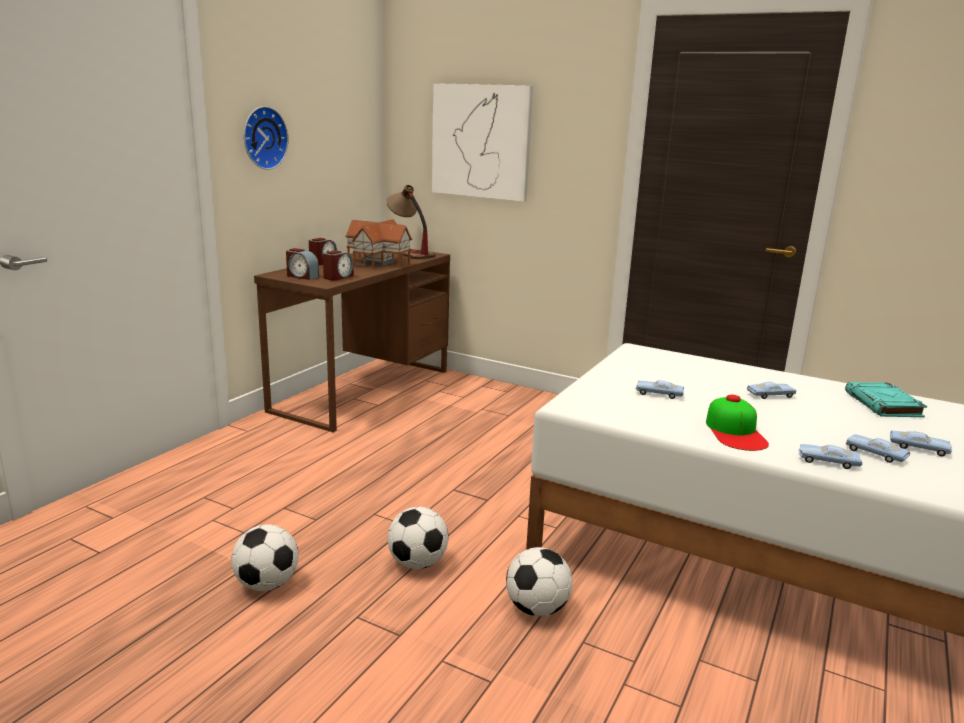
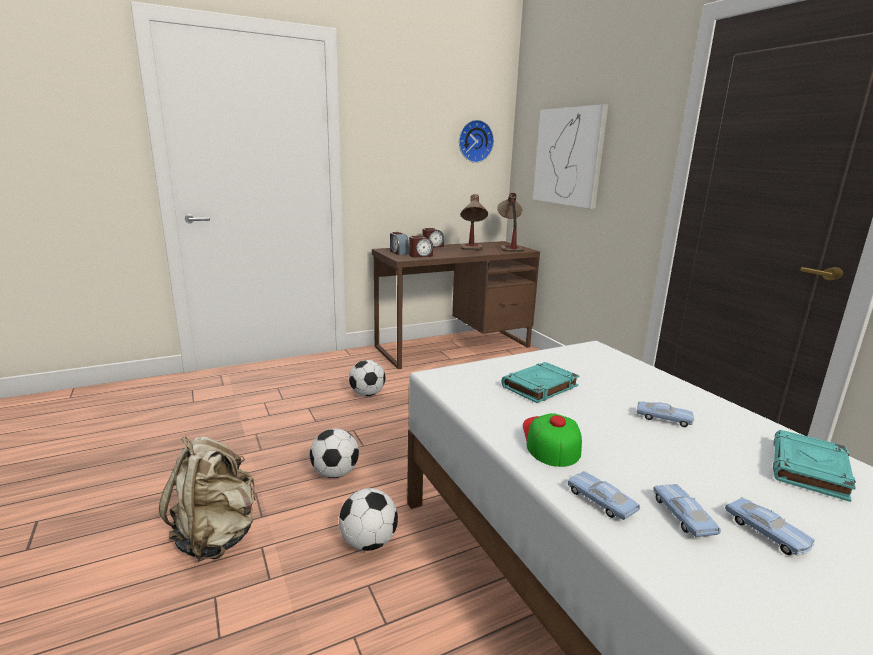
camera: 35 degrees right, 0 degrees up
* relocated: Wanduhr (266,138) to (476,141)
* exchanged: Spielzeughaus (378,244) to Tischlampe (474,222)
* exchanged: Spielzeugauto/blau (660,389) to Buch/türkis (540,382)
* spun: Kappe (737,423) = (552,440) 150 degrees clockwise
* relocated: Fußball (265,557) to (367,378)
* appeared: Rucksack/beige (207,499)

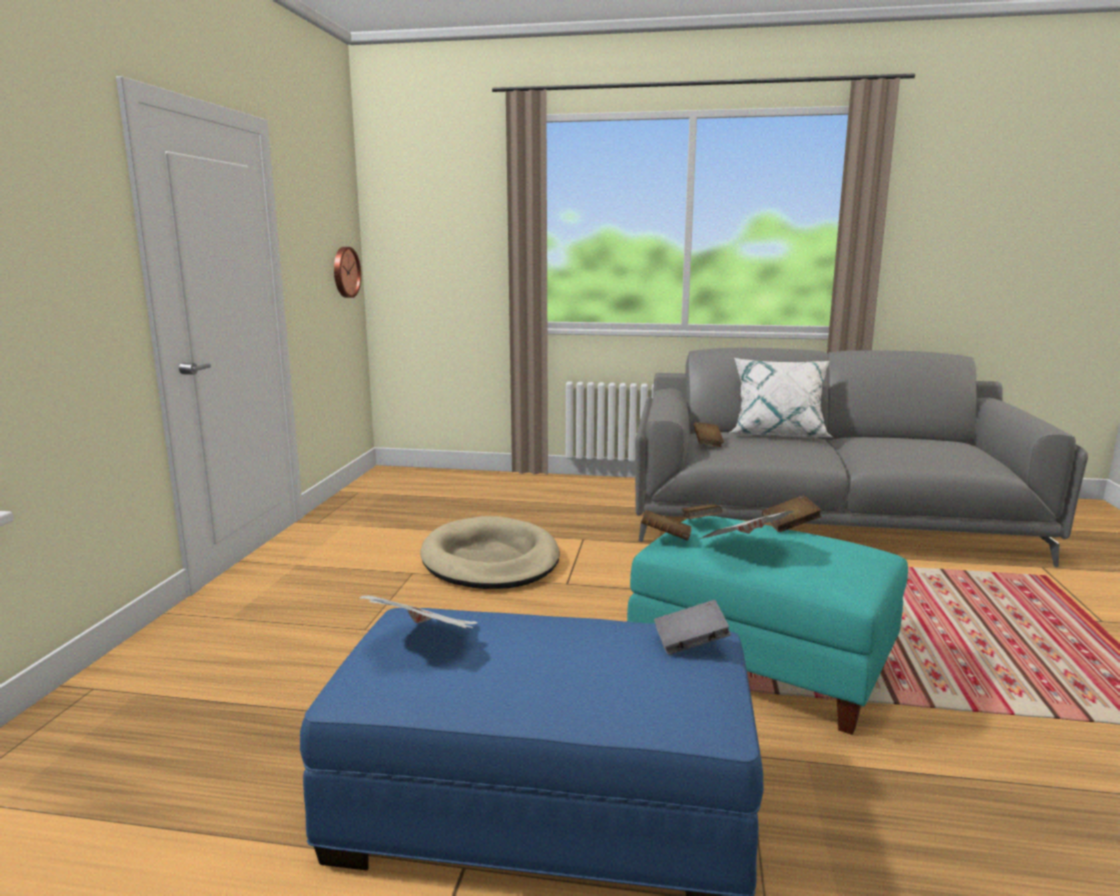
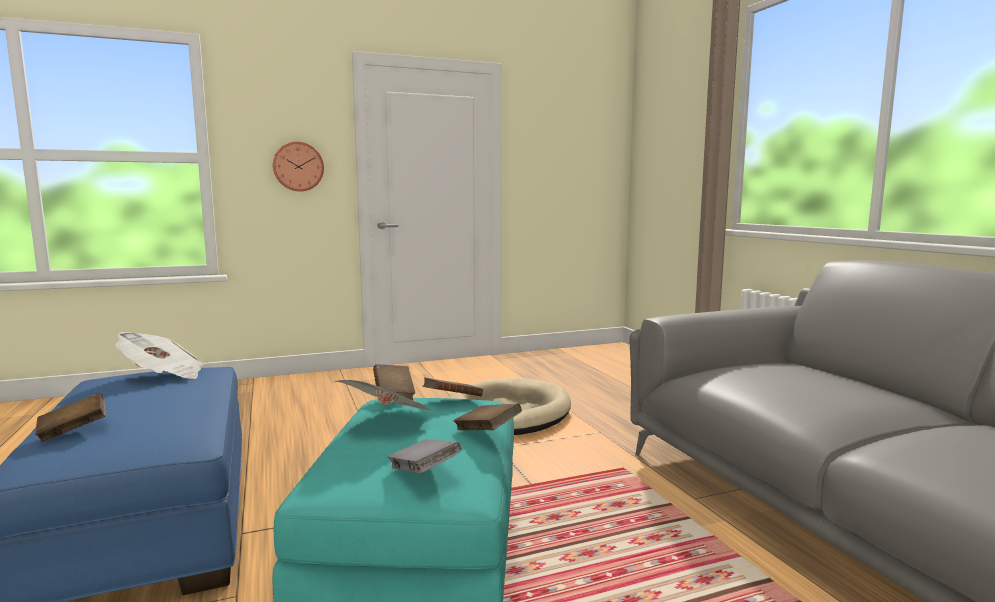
camera: 60 degrees right, 5 degrees down
* relocated: Wanduhr (347,272) to (298,166)
* missing: Kissen/weiß (781,398)
* relocated: Buch/braun (709,434) to (70,417)
* relocated: Buch/grau (692,627) to (424,456)

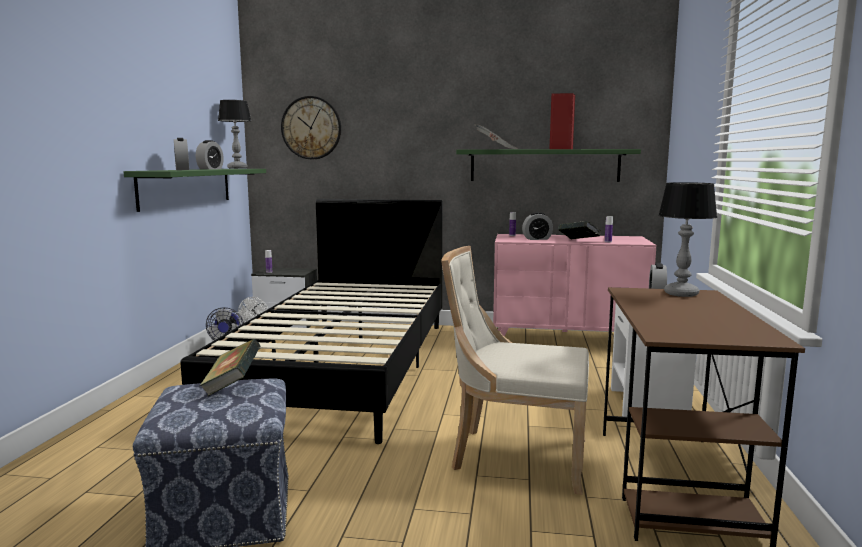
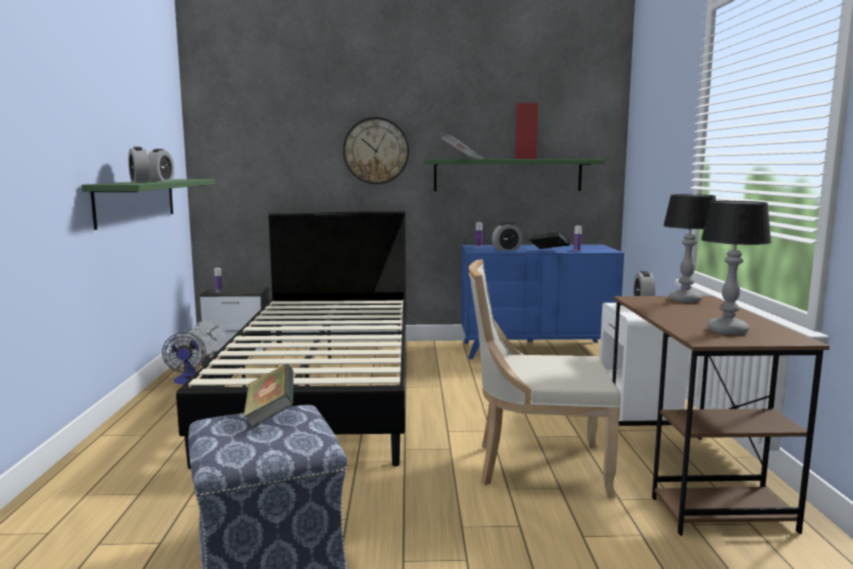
camera: 10 degrees left, 0 degrees up
* relocated: Wanduhr (311,127) to (376,150)
* relocated: Tischlampe (234,134) to (736,268)
* colour: Kommode/rosa (575,285) to Kommode/blau (542,301)

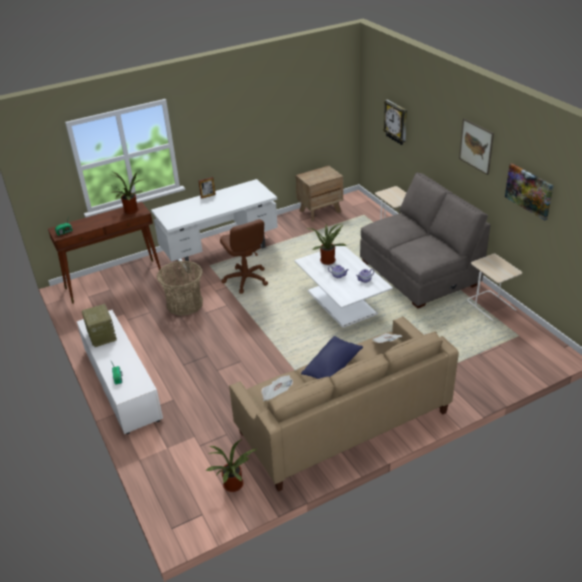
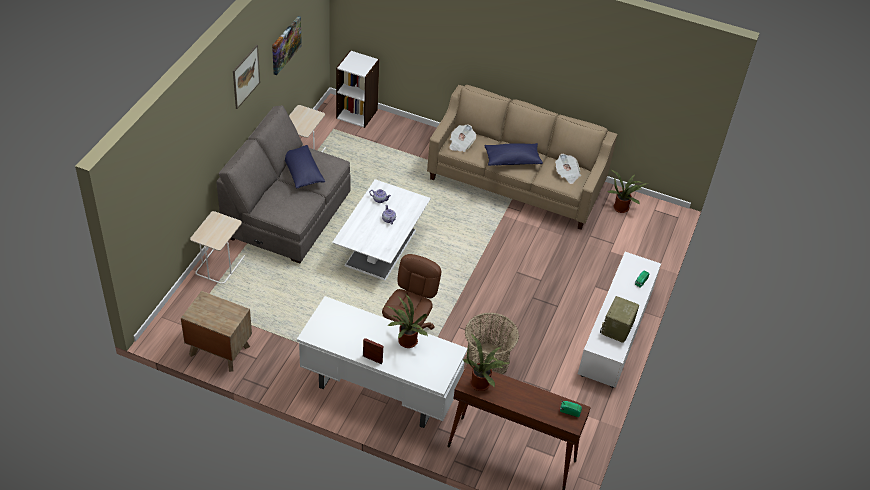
camera: 135 degrees left, 10 degrees up
* missing: Wanduhr (395,122)
* relocated: Topfpflanze (326,244) to (407,320)
* appeared: Bücherregal/weiß (357,89)
* appeared: Kissen/blau (305,166)

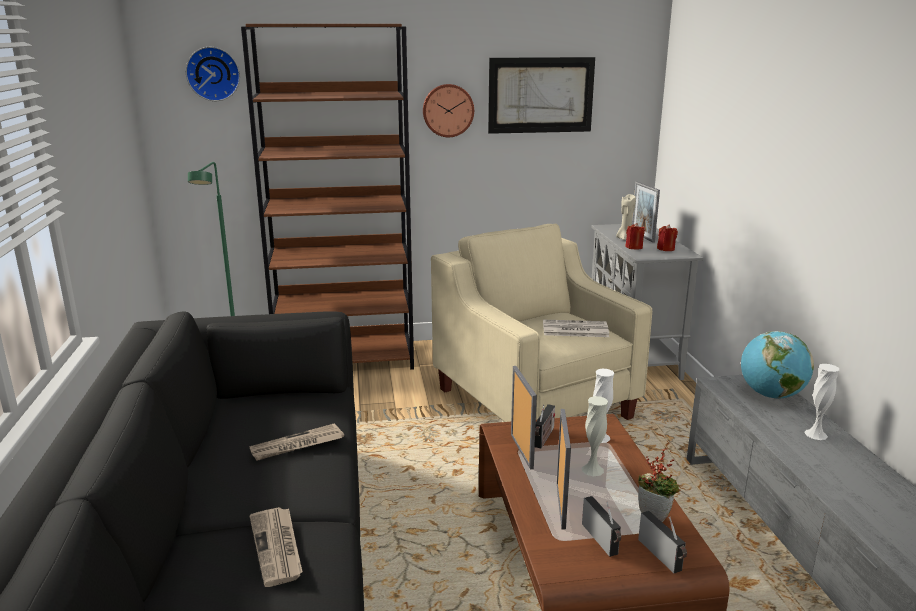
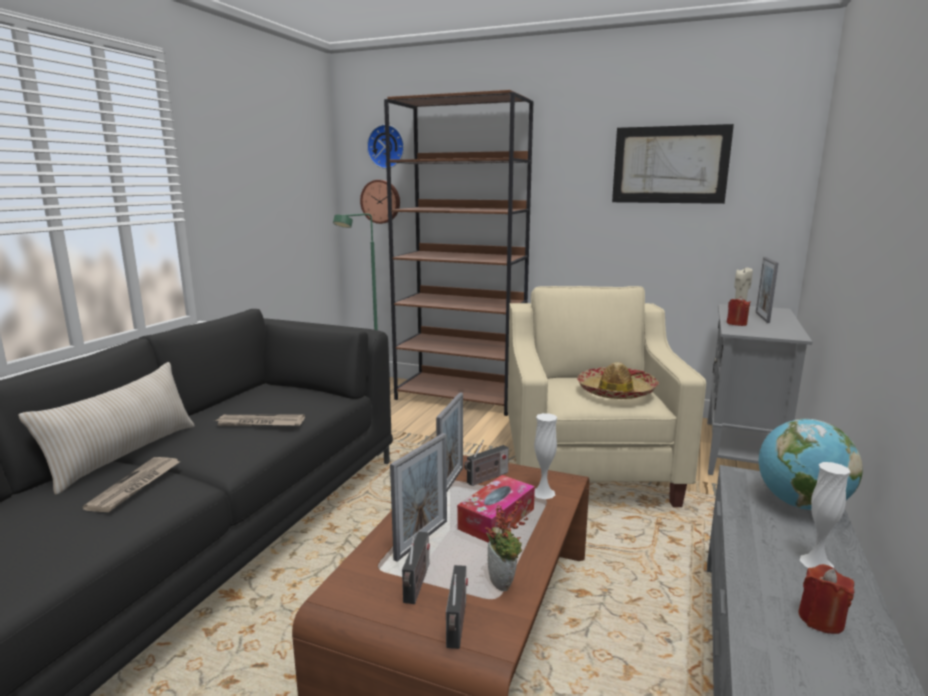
camera: 30 degrees right, 5 degrees down
* relocated: Wanduhr (448,110) to (380,202)
* relocated: Kerze/rot (667,237) to (826,599)
* exchanged: Zeitung (576,328) to Hut (618,380)
* exchanged: Vase/weiß (595,436) to Taschentuchbox (496,509)
* appeared: Kissen/beige (107,428)

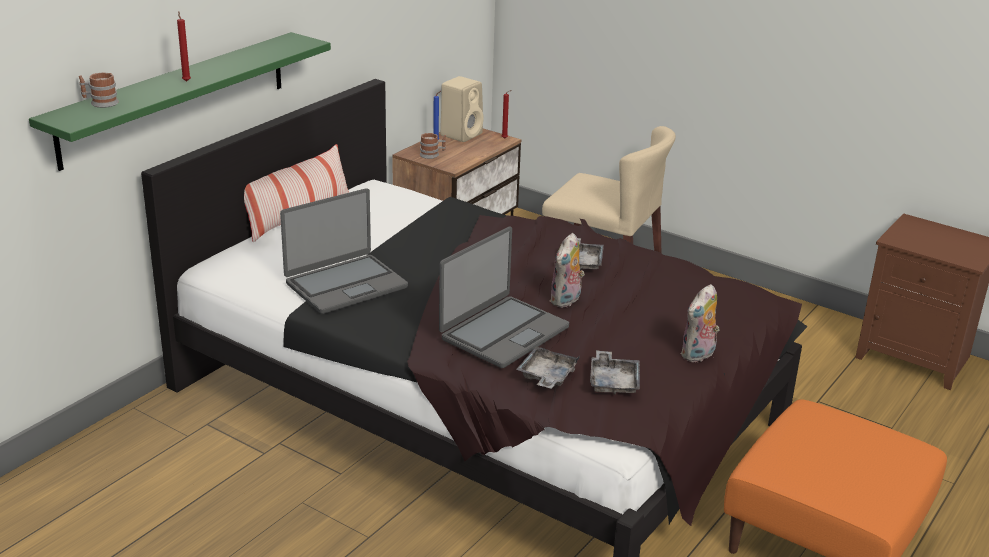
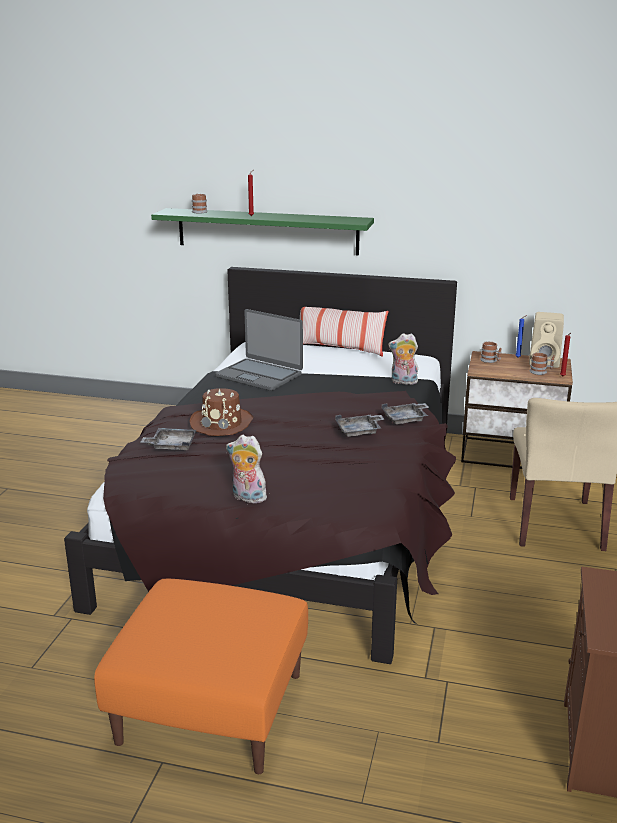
camera: 70 degrees right, 5 degrees down
* exchanged: Laptop (504,297) to Hut/braun (222,412)
* relocated: Plüschtier (567,270) to (403,359)
* relocated: Tablett/grau (615,372) to (405,413)
* appeared: Henkelbecher (542,364)

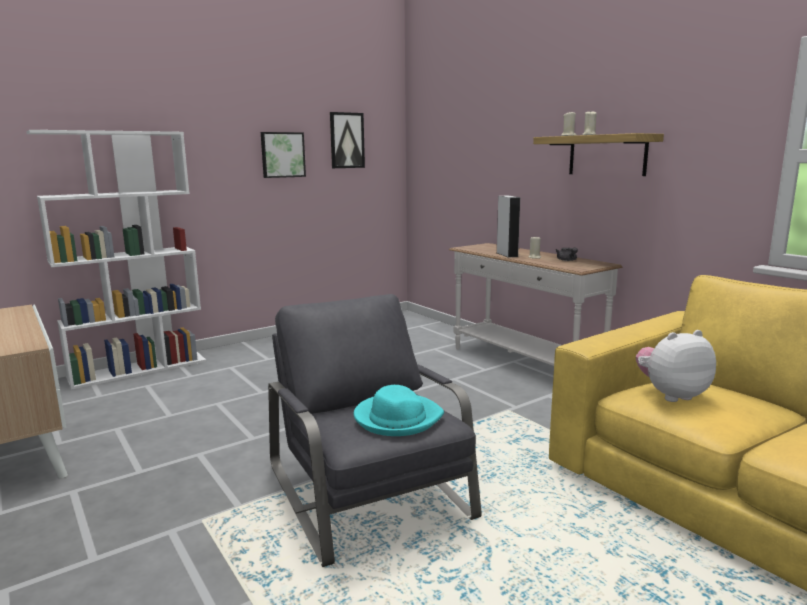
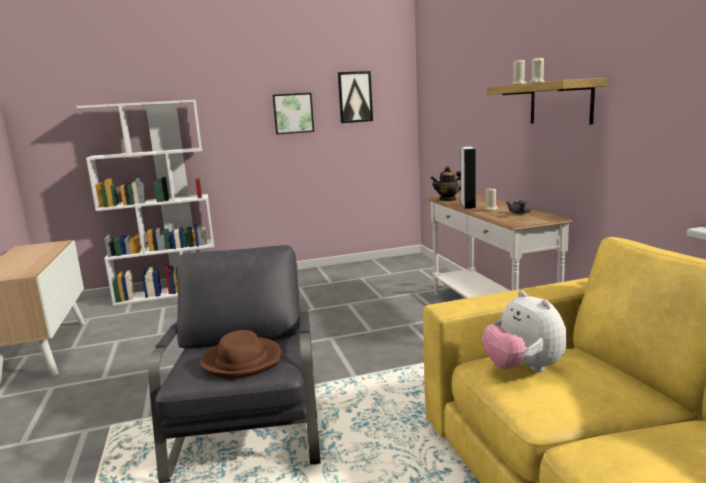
camera: 20 degrees right, 0 degrees up
* spun: Plüschtier (676,366) = (524,331) 120 degrees counterclockwise
* colour: Hut/türkis (399,410) to Hut/braun (240,354)
* appeared: Teekanne (445,183)

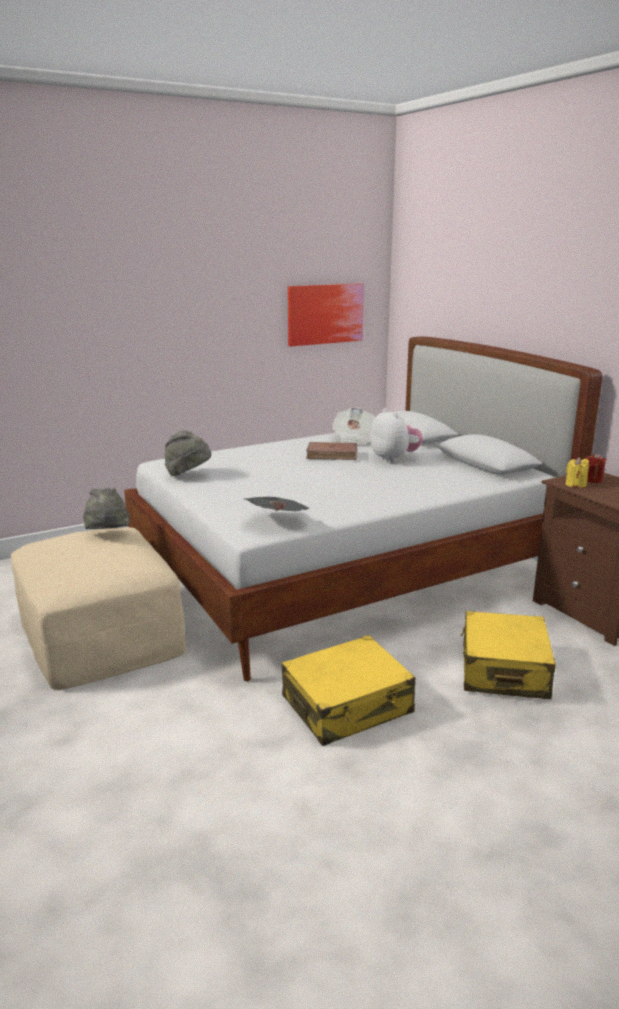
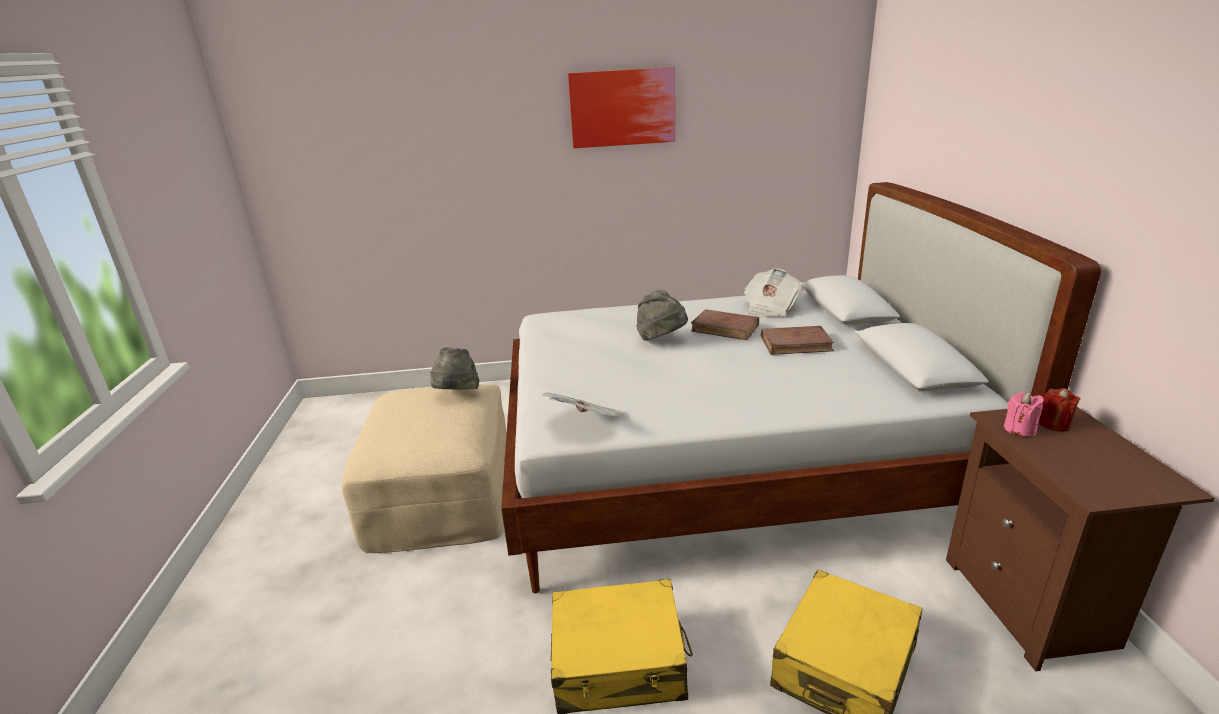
camera: 25 degrees right, 5 degrees up
* relocated: Bild (326,315) to (621,107)
* exchanged: Plüschtier (396,435) to Buch/braun (798,340)
* relocated: Hut/grau (188,453) to (662,315)
* colour: Kerze/gelb (577,472) to Kerze/rosa (1024,414)

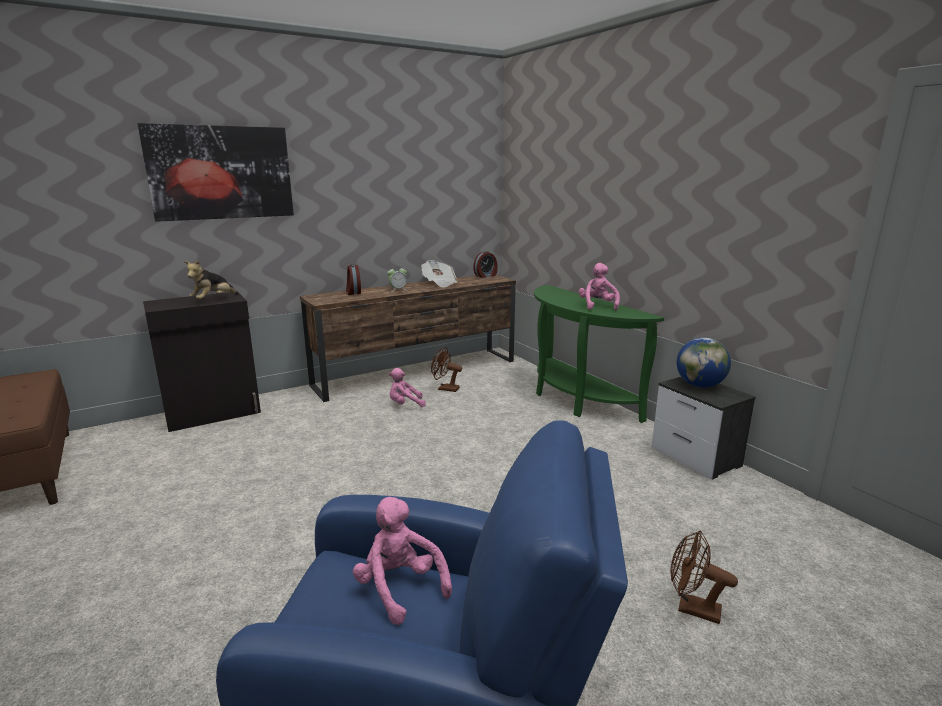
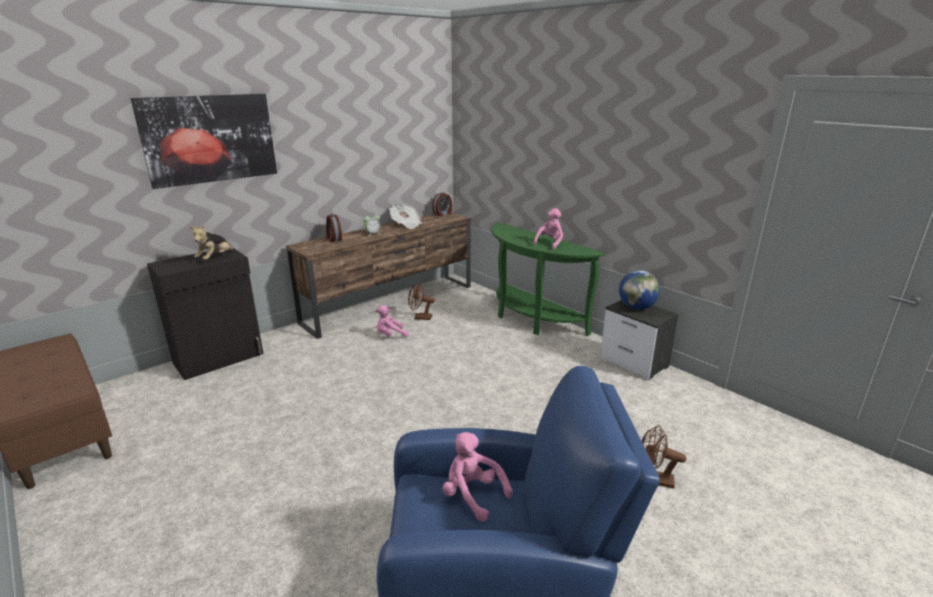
camera: 10 degrees left, 5 degrees up
* spun: Plüschtier/rosa (599,287) = (548,229) 45 degrees clockwise

